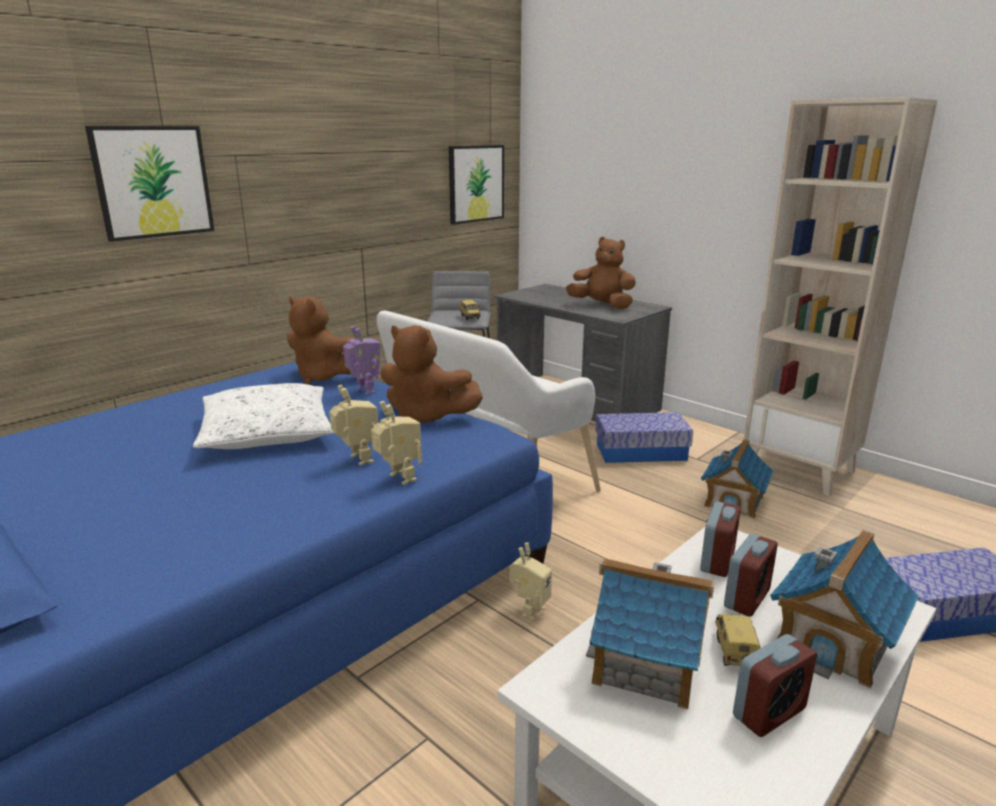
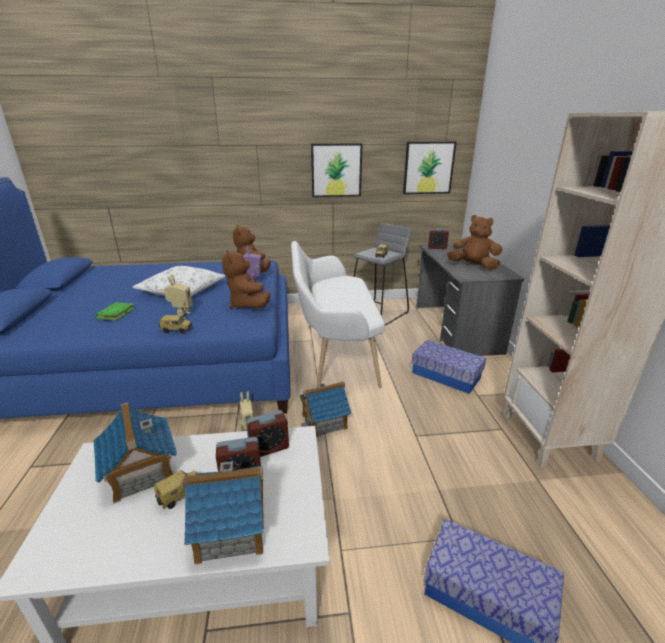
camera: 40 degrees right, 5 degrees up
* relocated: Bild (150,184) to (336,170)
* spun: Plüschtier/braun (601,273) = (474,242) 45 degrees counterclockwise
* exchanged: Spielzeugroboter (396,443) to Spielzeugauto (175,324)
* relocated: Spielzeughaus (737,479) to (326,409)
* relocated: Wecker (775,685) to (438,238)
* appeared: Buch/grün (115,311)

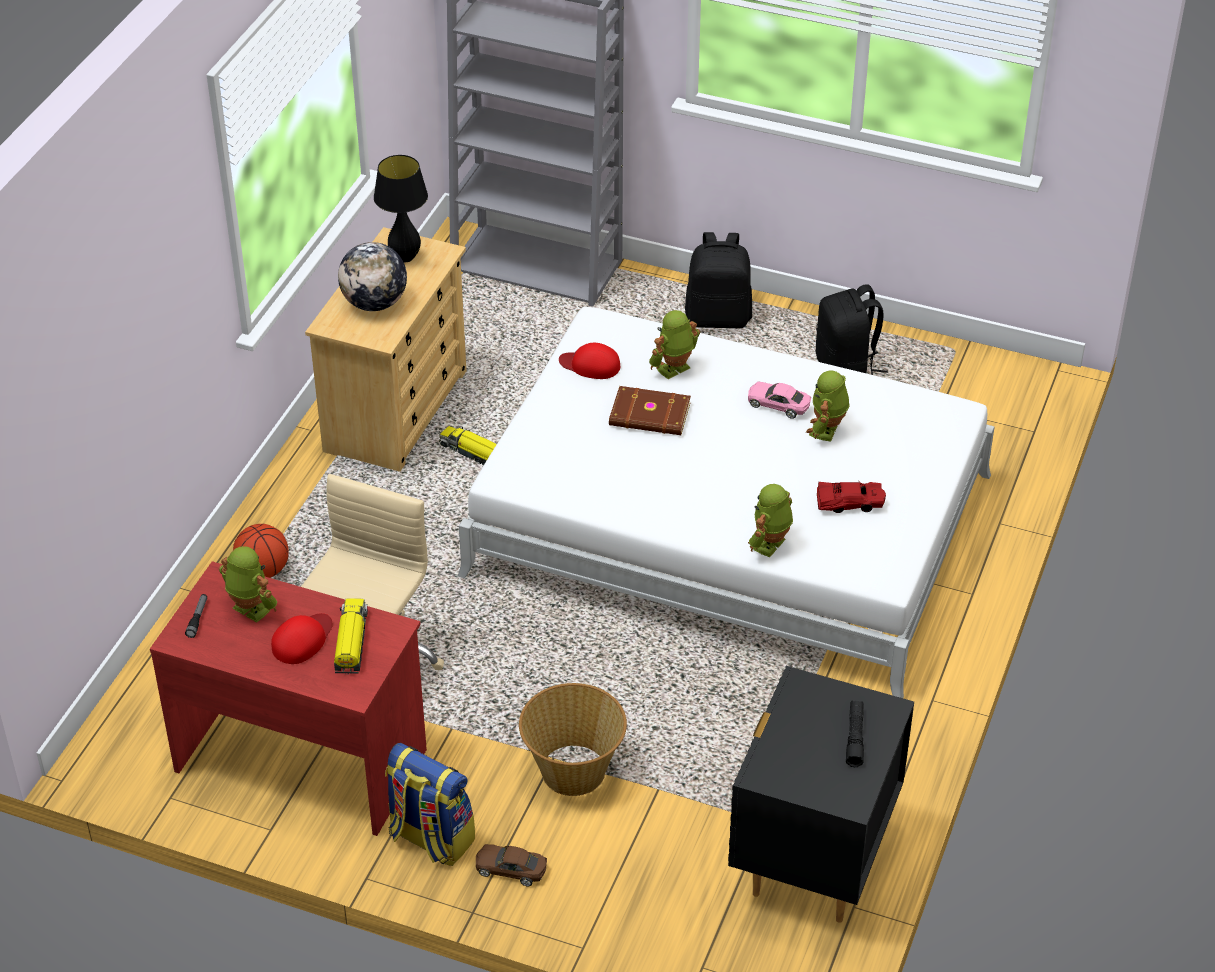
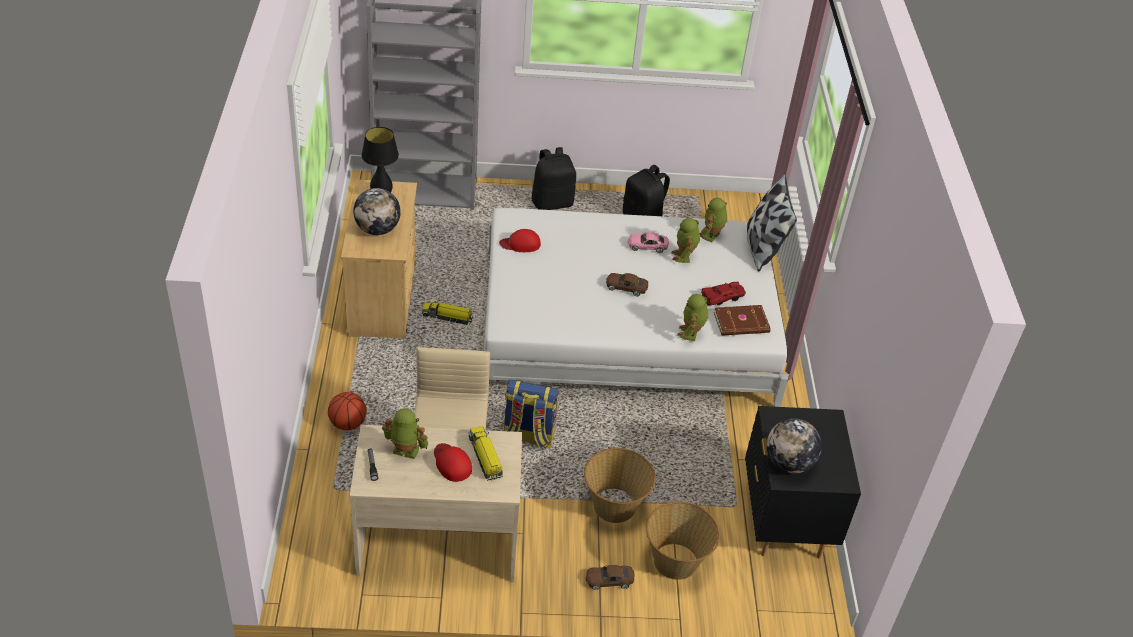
camera: 25 degrees left, 0 degrees up
* relocated: Spielzeugroboter (674,344) to (713,220)
* relocated: Buch/braun (650,410) to (742,320)
* colour: Schreibtisch/rot (288,698) to Schreibtisch/beige (436,503)
* spun: Kappe/rot (302,638) = (453,462) 45 degrees counterclockwise
* missing: Taschenlampe/schwarz (855,733)
* relocated: Rucksack (430,804) to (531,414)
* appeared: Kissen (772,222)
* appeared: Spielzeugauto/braun (627,284)
* appeared: Globus (794,445)
* appeared: Korb (683,541)

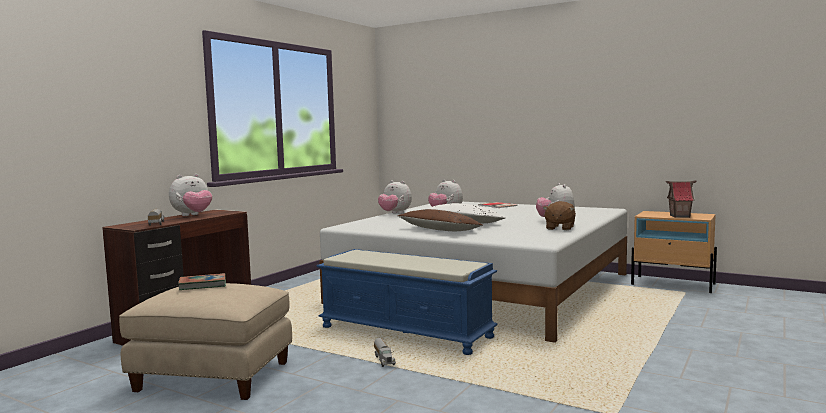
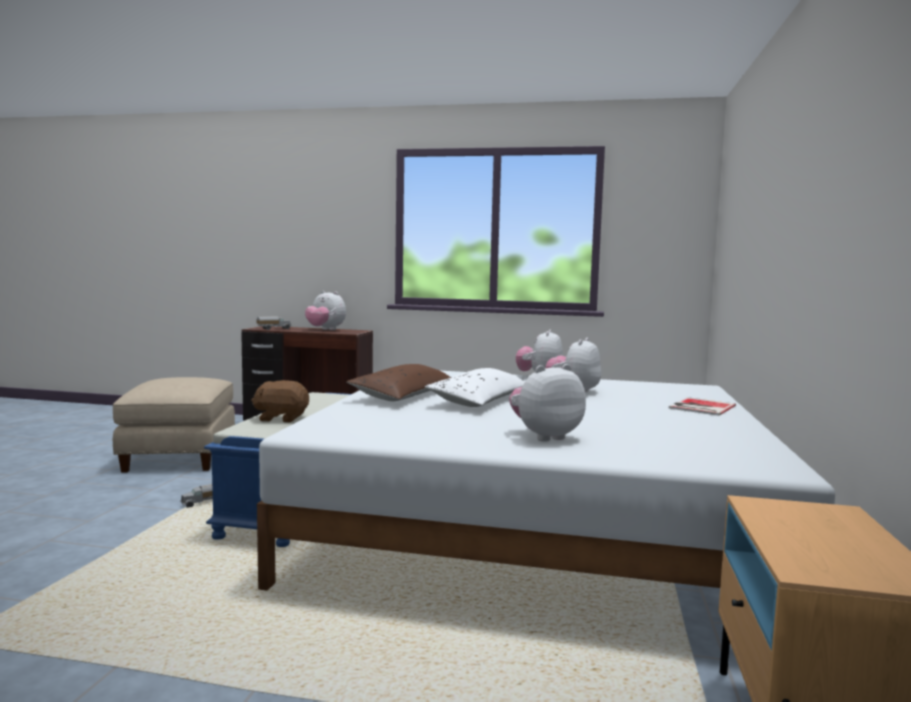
camera: 70 degrees right, 0 degrees up
* missing: Spielzeughaus (681,199)
* relocated: Plüschtier/braun (559,215) to (280,401)
* missing: Buch (202,281)

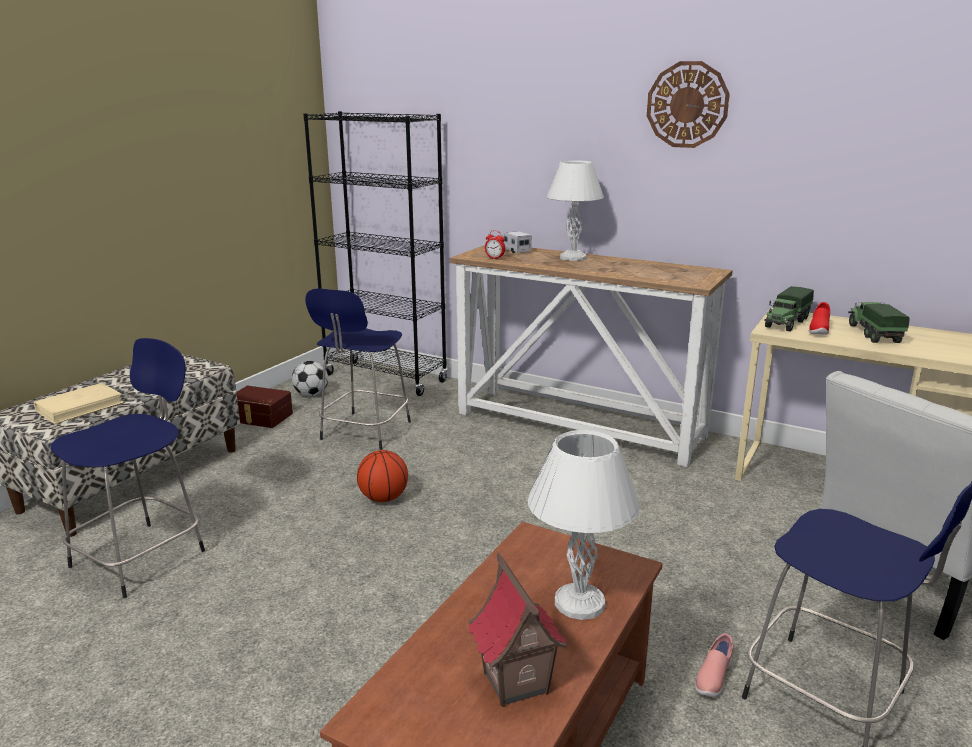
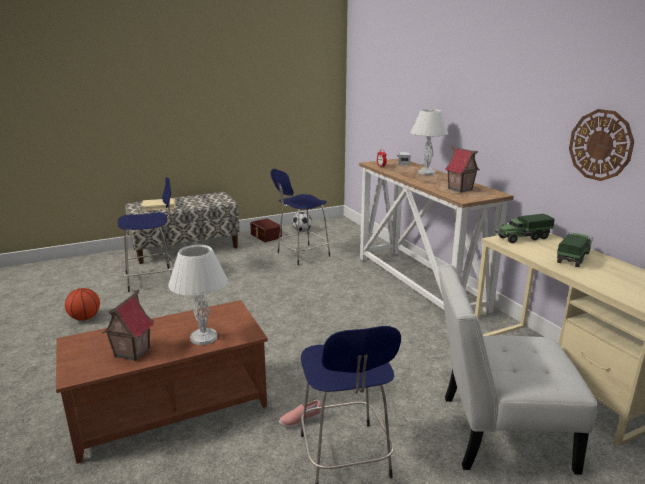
camera: 35 degrees right, 0 degrees up
* relocated: Wanduhr (688,104) to (601,145)
* missing: Bücherregal/schwarz (375,253)
* missing: Schuh/rot (819,318)
* relocated: Basketball (382,476) to (82,304)
* appeared: Spielzeughaus (462,169)

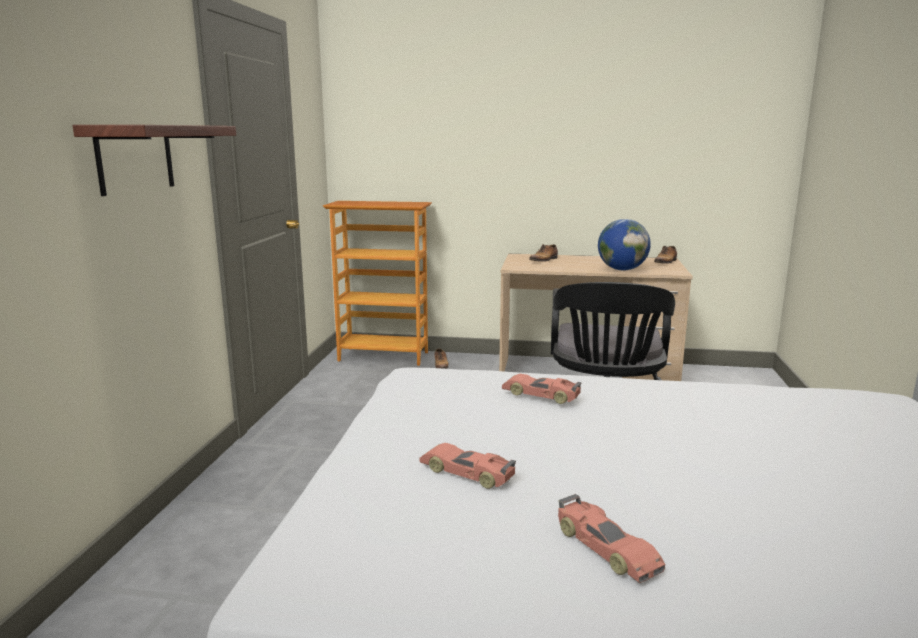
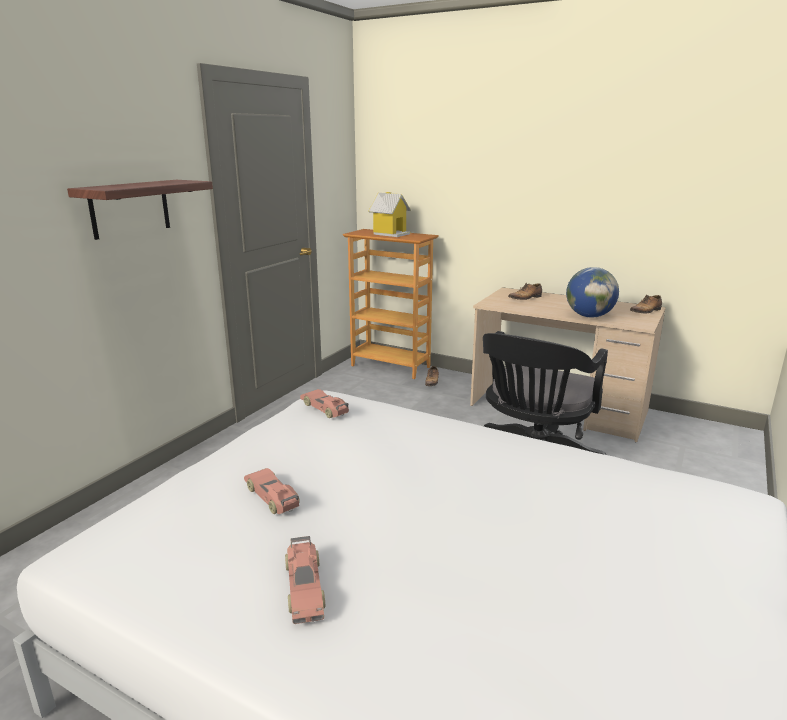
camera: 20 degrees right, 5 degrees up
* relocated: Spielzeugauto (542,389) to (324,403)
* appeared: Spielzeughaus (389,214)

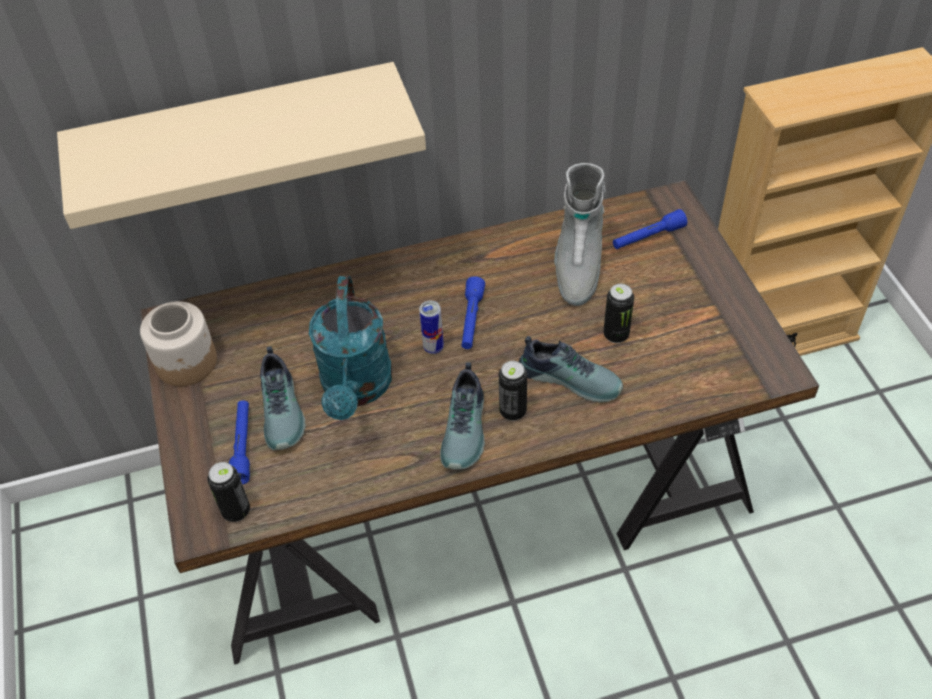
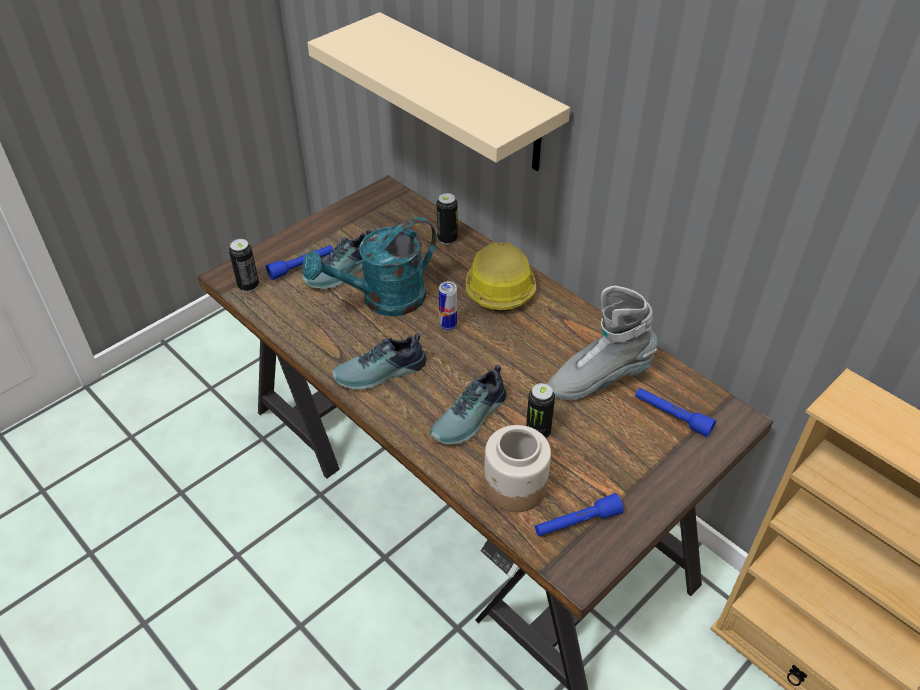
camera: 60 degrees right, 5 degrees down
* relocated: Taschenlampe/blau (473,312) to (579,514)
* relocated: Vorratsglas (178,343) to (517,468)
* spun: Schuh (571,369) = (468,405) 45 degrees clockwise
* relocated: Dose (513,391) to (447,218)
* appeared: Schutzhelm (501,277)

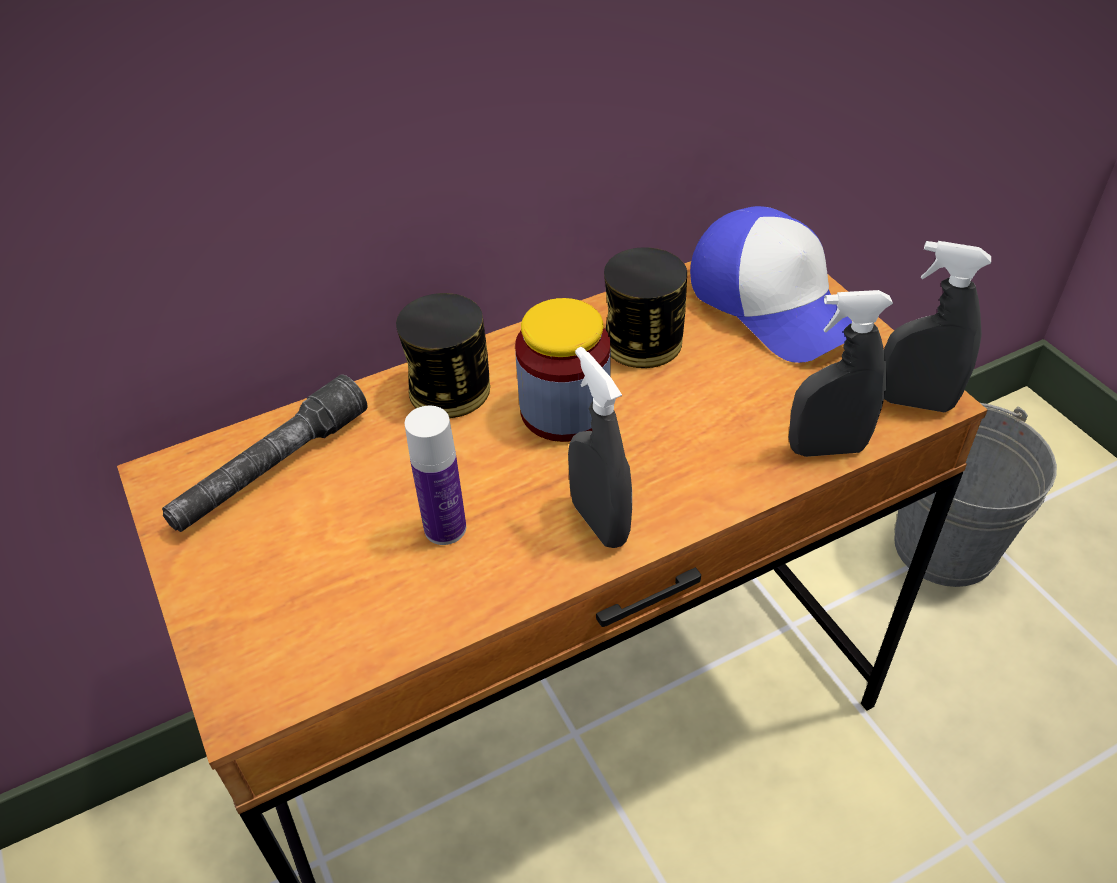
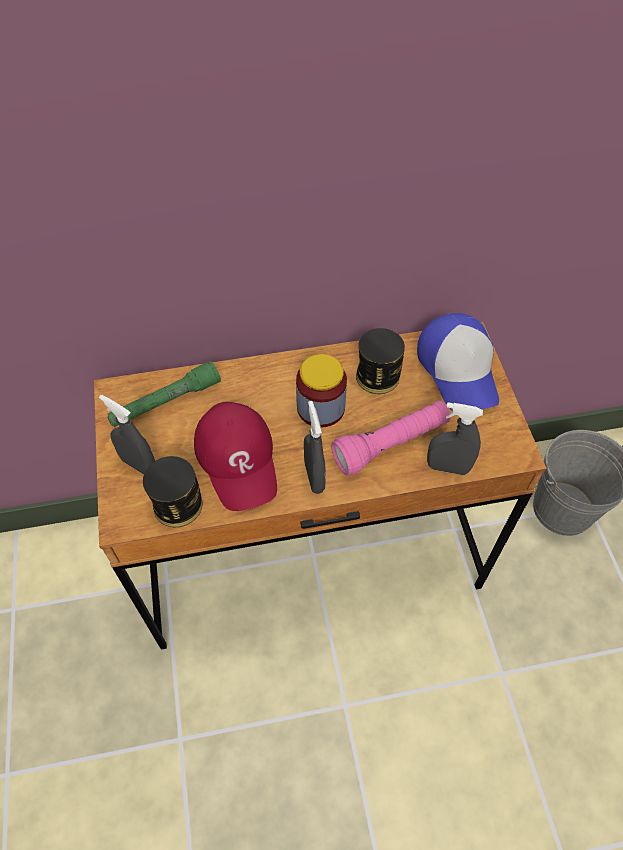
camera: 15 degrees right, 10 degrees up
* relocated: Sprühflasche/grau (937,326) to (127,435)
* relocated: Dose (443,355) to (172,491)
* colour: Taschenlampe/grau (264,453) to Taschenlampe/grün (164,394)
* exchanged: Flasche (435,475) to Kappe/rot (235,456)
* appeared: Taschenlampe/rosa (390,438)

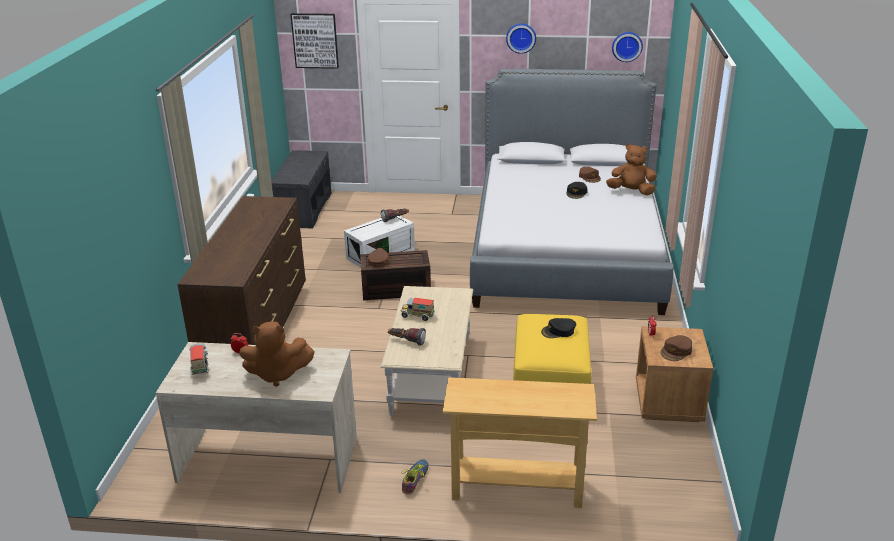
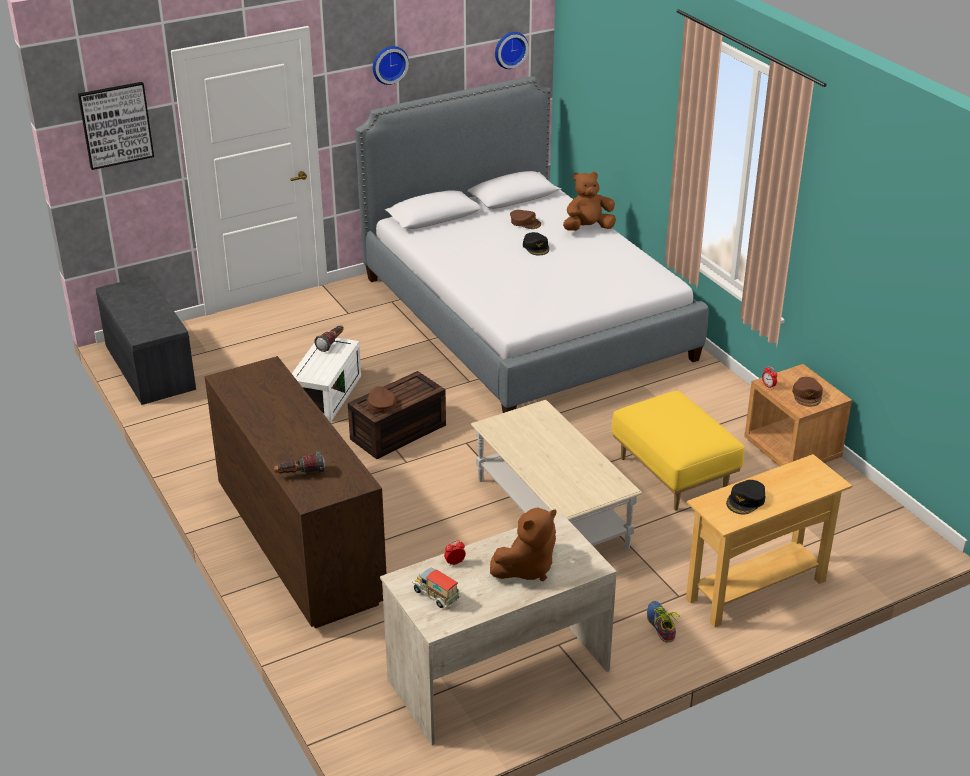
camera: 35 degrees left, 5 degrees up
* missing: Spielzeuglaster (417,309)
* relocated: Kappe/schwarz (558,328) to (745,497)
* relocated: Taschenlampe (407,337) to (299,462)

